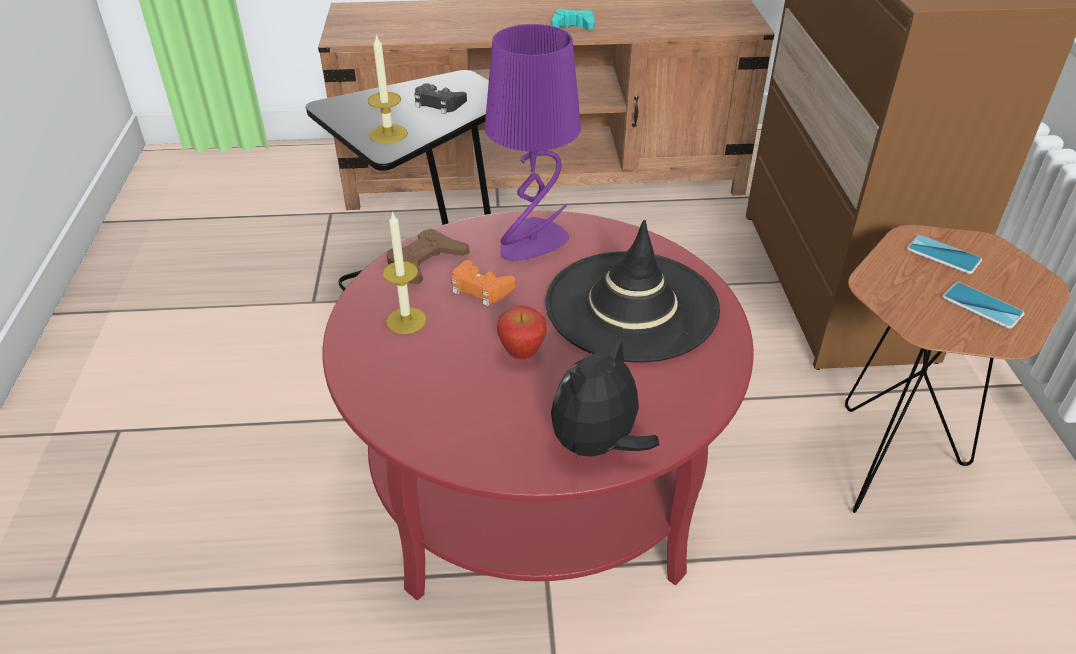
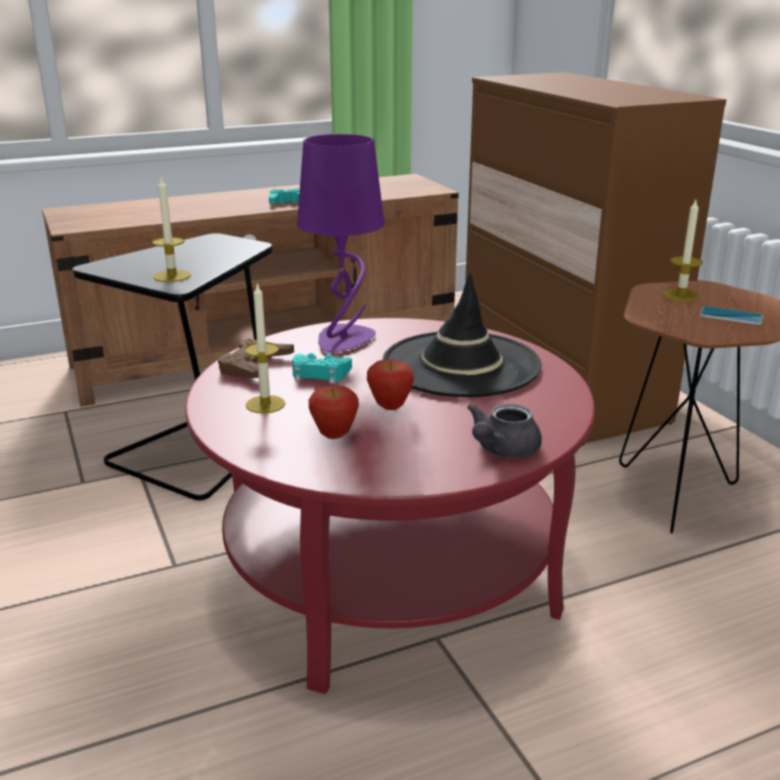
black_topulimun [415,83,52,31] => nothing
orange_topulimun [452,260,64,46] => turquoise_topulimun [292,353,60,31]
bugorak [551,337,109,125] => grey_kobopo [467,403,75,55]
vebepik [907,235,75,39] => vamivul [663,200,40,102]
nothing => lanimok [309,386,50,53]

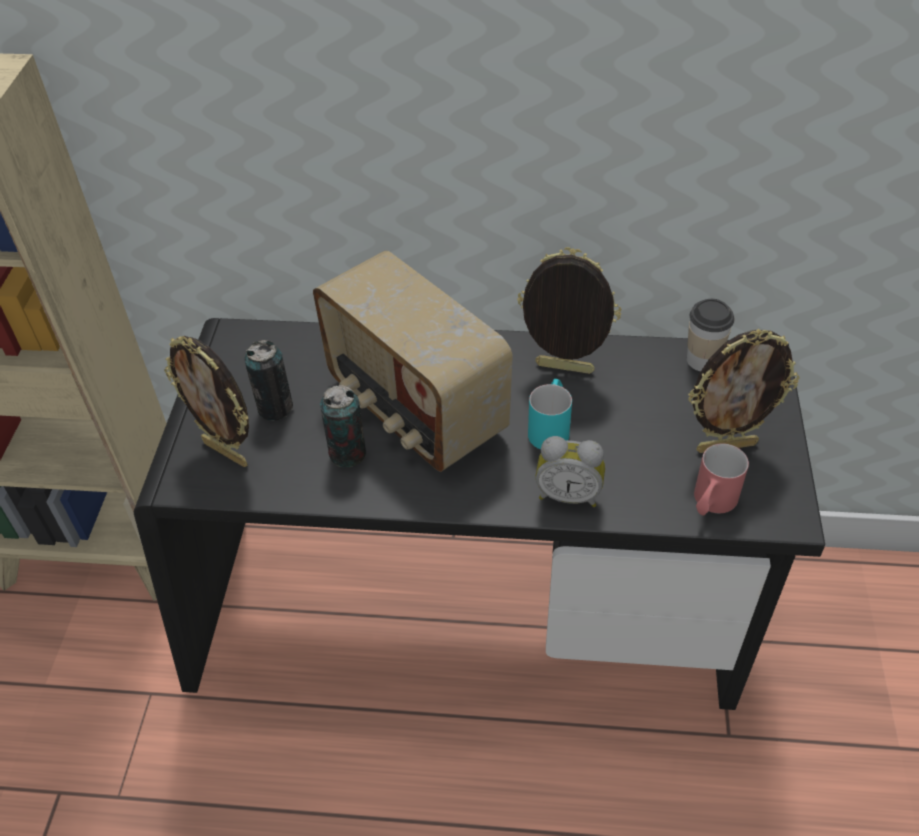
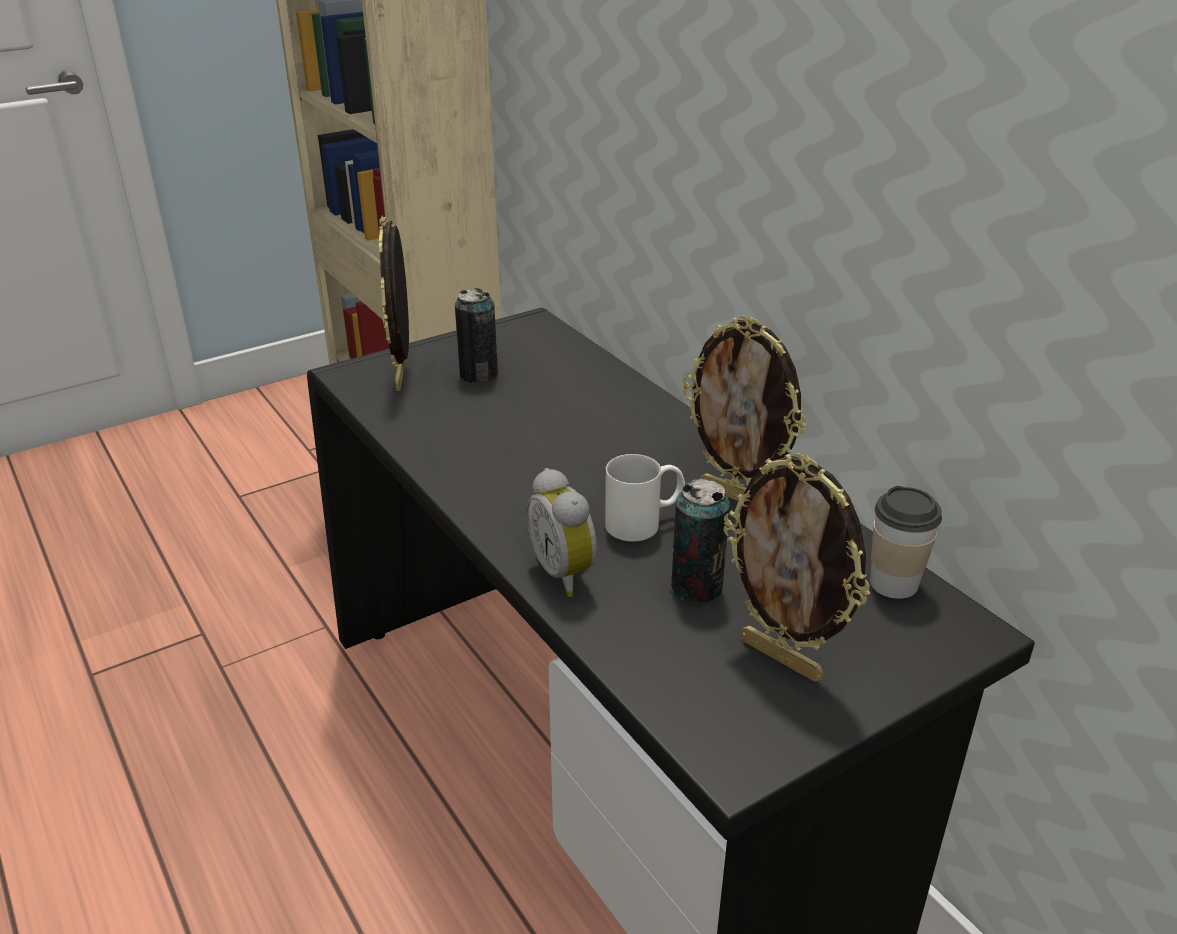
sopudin [313,251,200,221] => nothing
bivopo [320,385,46,82] => bivopo [671,479,59,124], moved
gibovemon [517,247,104,127] => gibovemon [683,315,123,186], 150 degrees clockwise
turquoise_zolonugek [528,379,44,70] => white_zolonugek [605,454,80,88]
red_zolonugek [694,443,55,73] => nothing

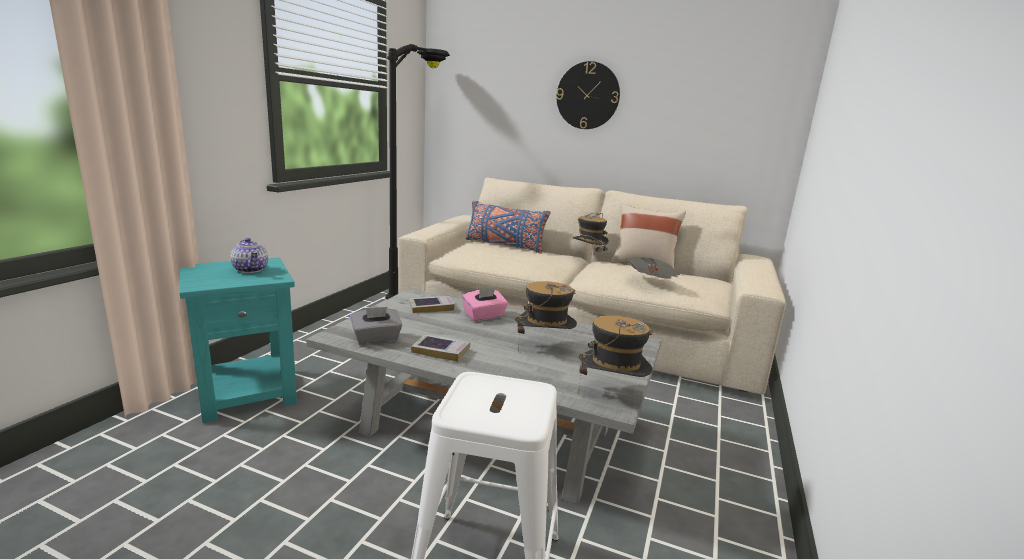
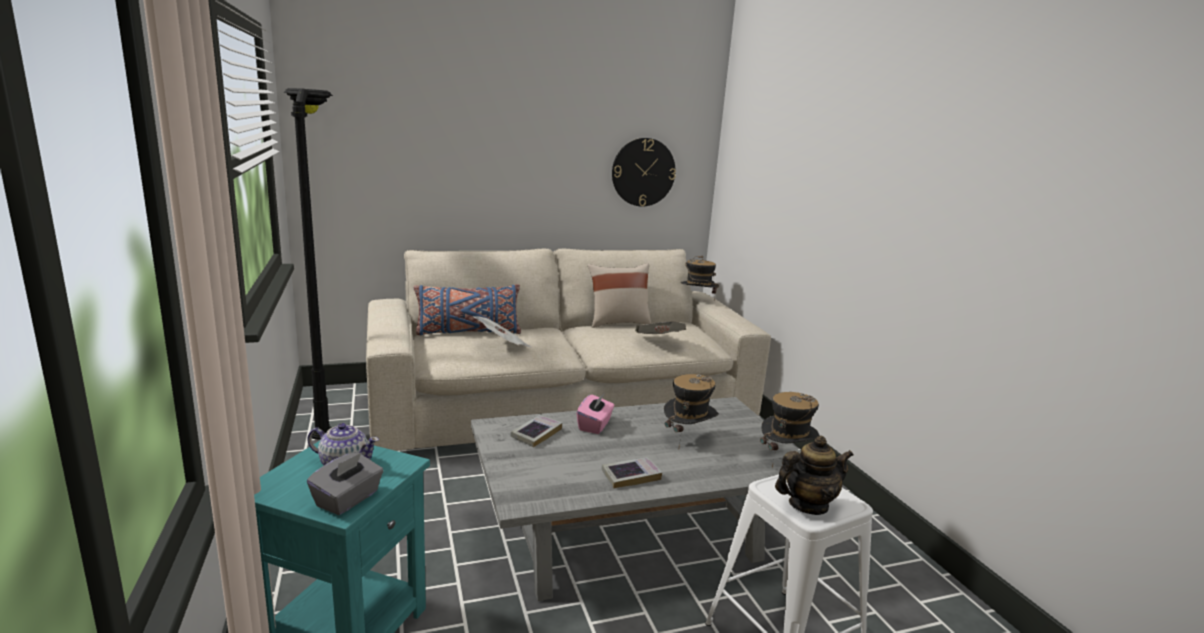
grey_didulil [350,307,52,38] => grey_didulil [307,452,76,63], moved
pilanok [556,61,64,68] => pilanok [612,138,64,69], moved
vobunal [573,213,36,47] => vobunal [681,255,38,45], moved
nothing => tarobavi [473,316,60,32]
nothing => kobopo [775,436,78,79]

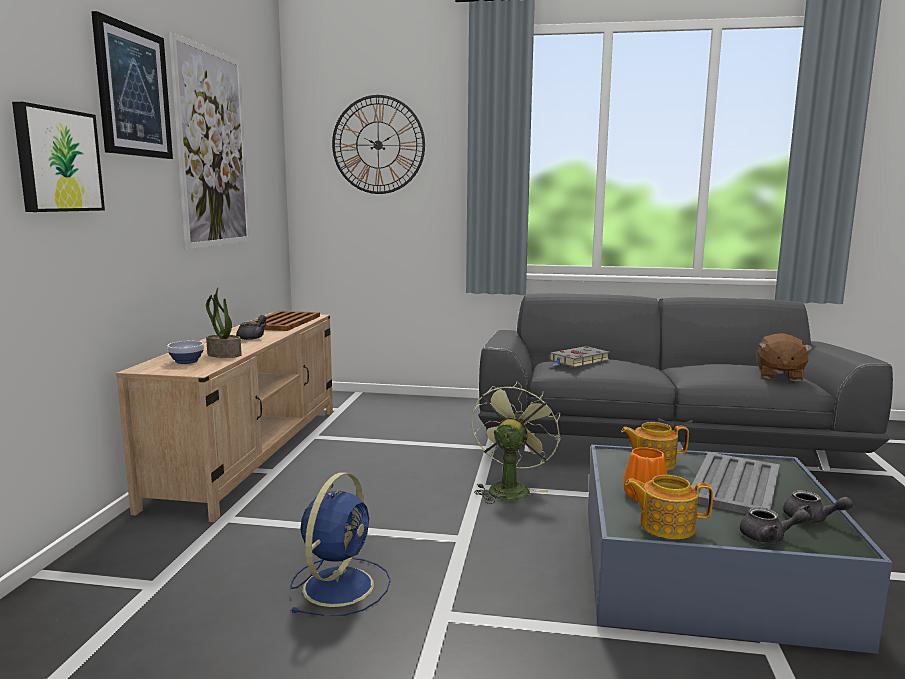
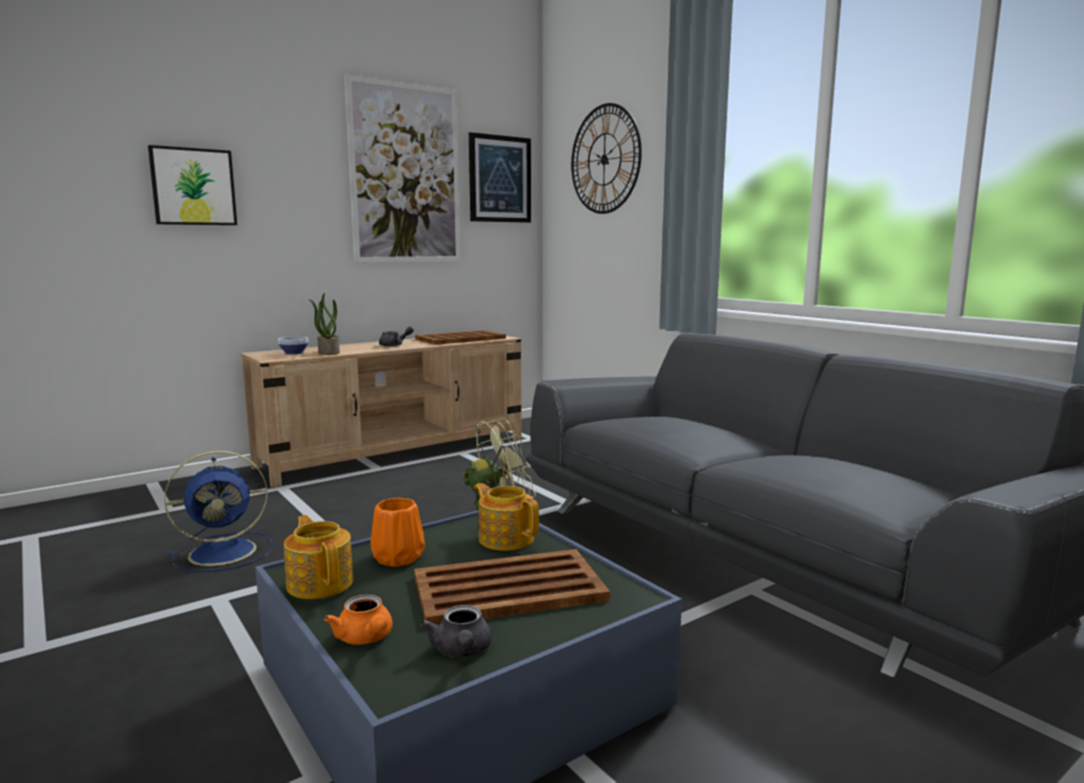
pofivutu [91,11,82,148] => pofivutu [469,132,62,91], moved
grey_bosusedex [549,346,61,21] => nothing
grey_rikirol [691,452,89,62] => brown_rikirol [414,549,196,76]
grey_kobopo [740,507,71,36] => orange_kobopo [324,595,69,50]
brown_bugorak [758,333,55,48] => nothing

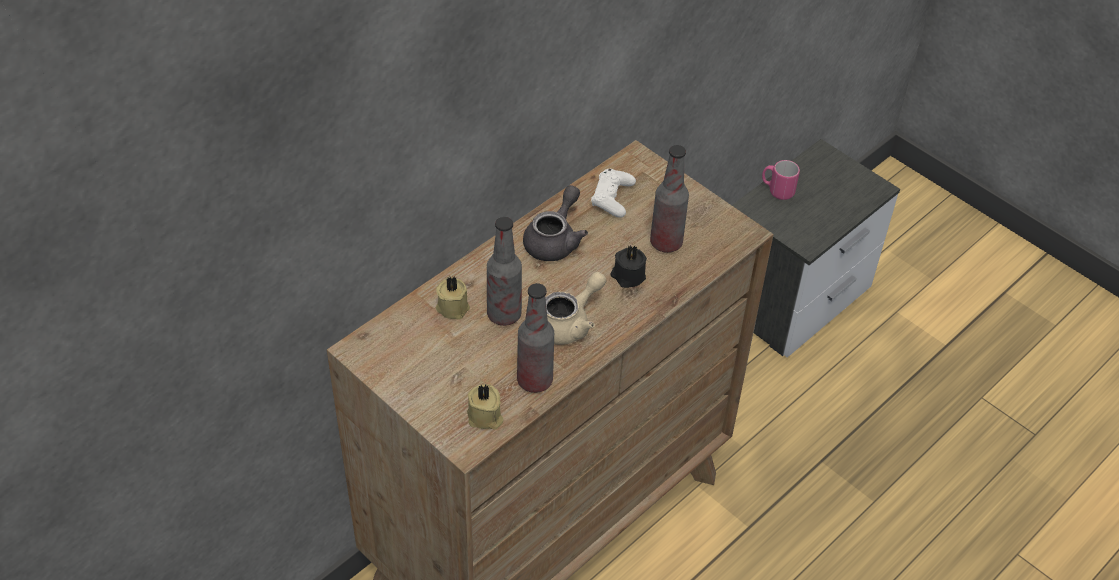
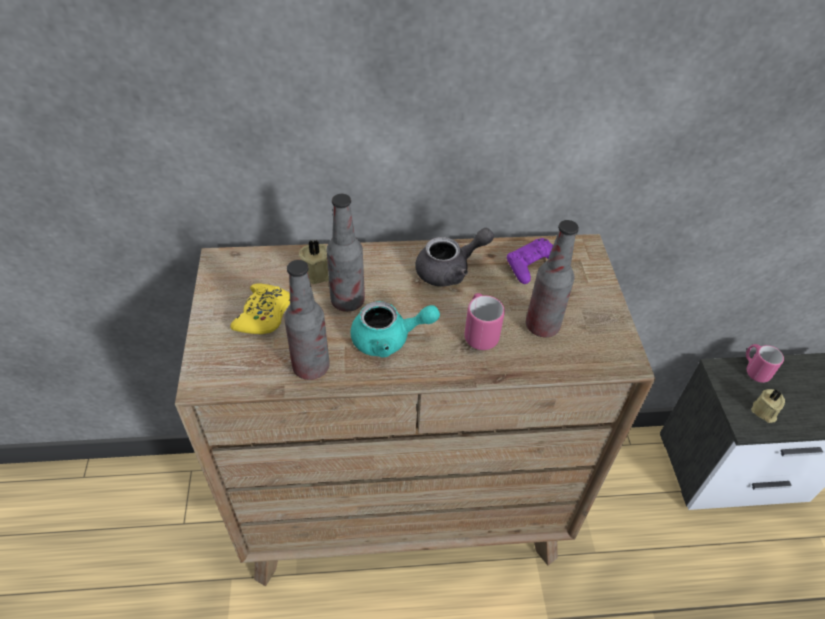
beige_vamivul [467,384,36,46] => beige_vamivul [751,389,34,34], moved
beige_kobopo [545,272,61,73] => turquoise_kobopo [351,301,89,56]
white_topulimun [591,169,45,49] => purple_topulimun [507,238,46,46]
black_vamivul [611,245,36,43] => pink_zolonugek [464,293,41,57]
nothing => yellow_topulimun [230,284,60,50]

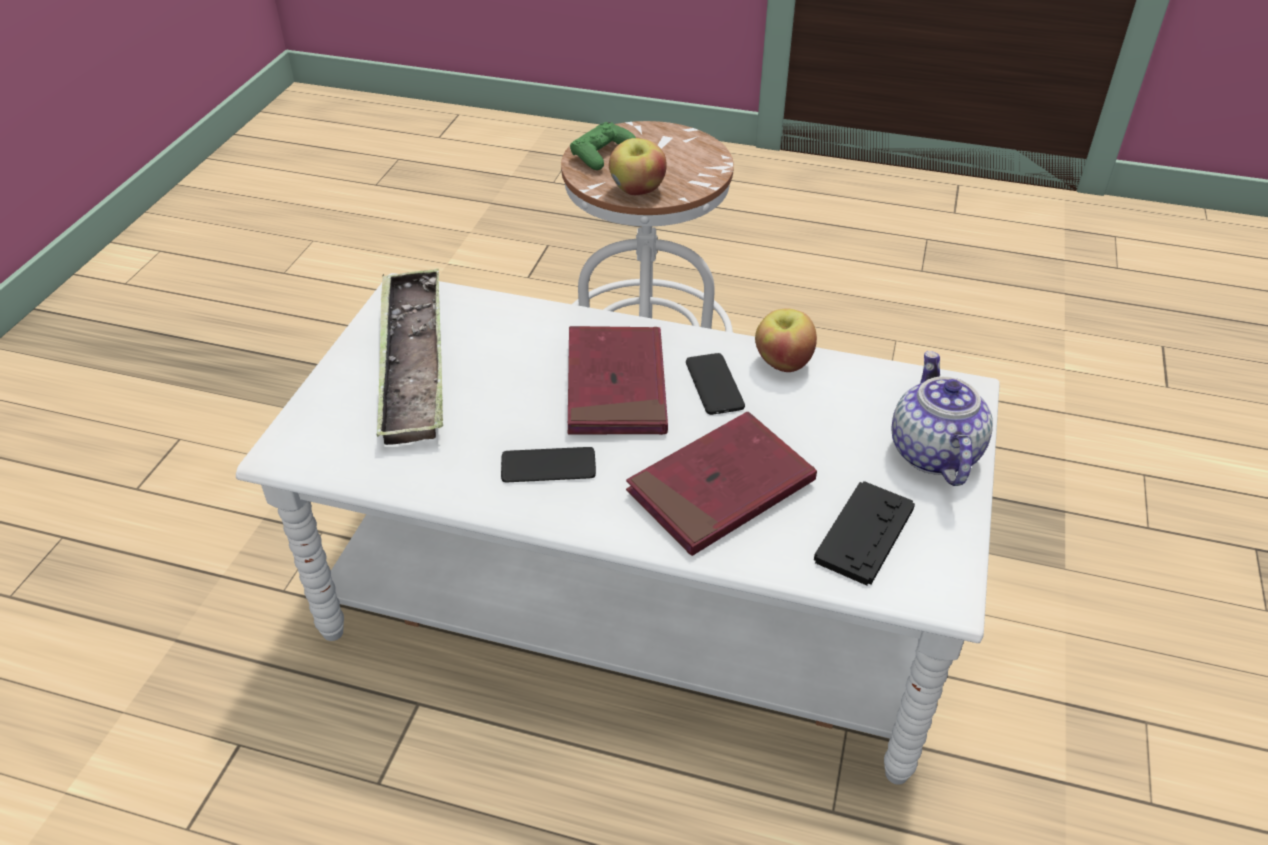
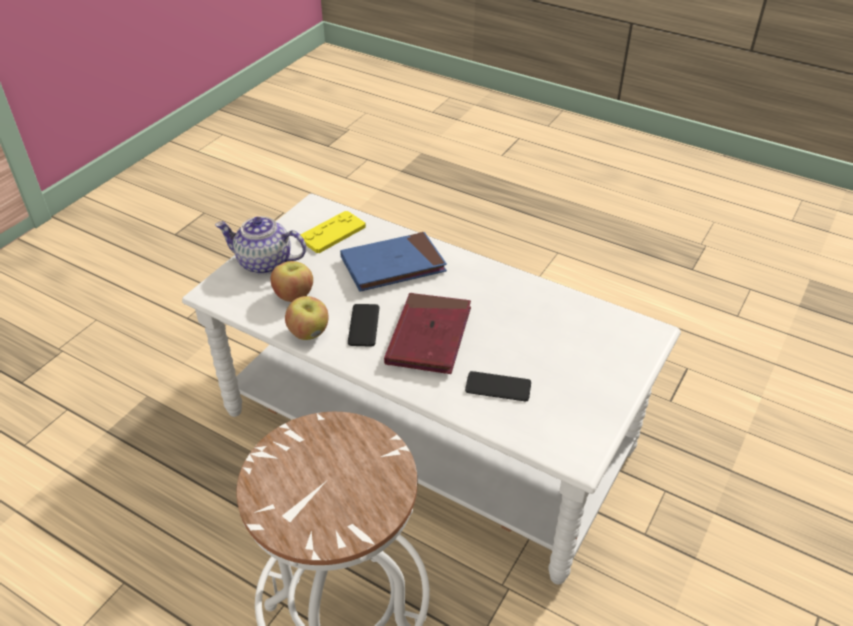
rikirol [377,269,66,176] => nothing
vebepik [501,447,95,35] => vebepik [465,371,66,30], moved
green_topulimun [570,122,66,48] => nothing
lanimok [609,138,58,57] => lanimok [271,261,42,41], moved
red_bosusedex [626,412,191,144] => blue_bosusedex [340,232,107,60]
black_topulimun [814,481,101,105] => yellow_topulimun [300,211,66,42]
kobopo [892,351,101,135] => kobopo [215,216,91,58], 90 degrees clockwise

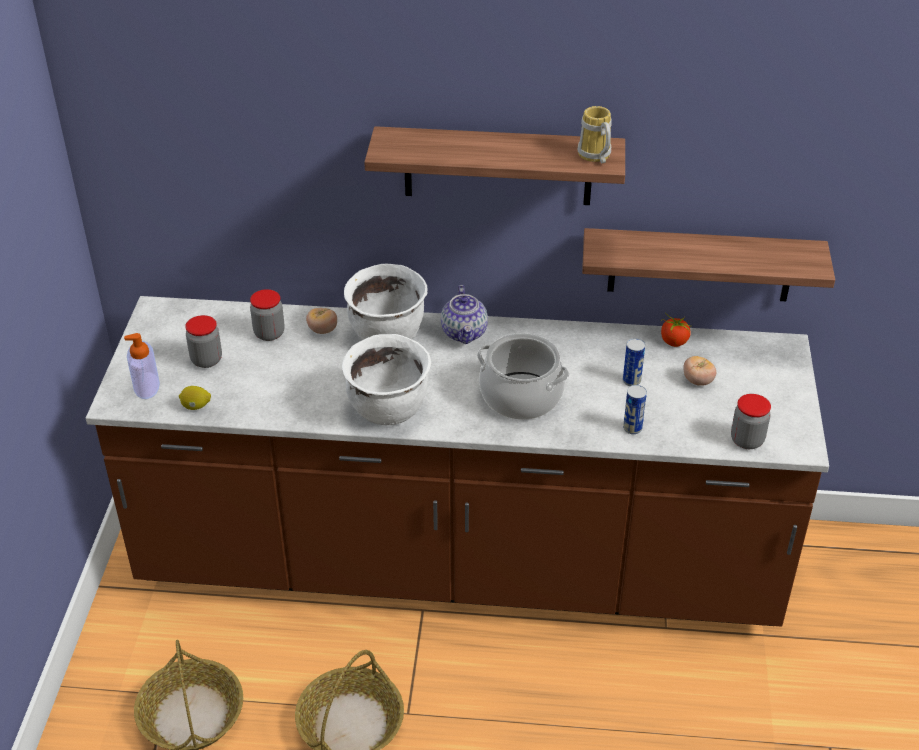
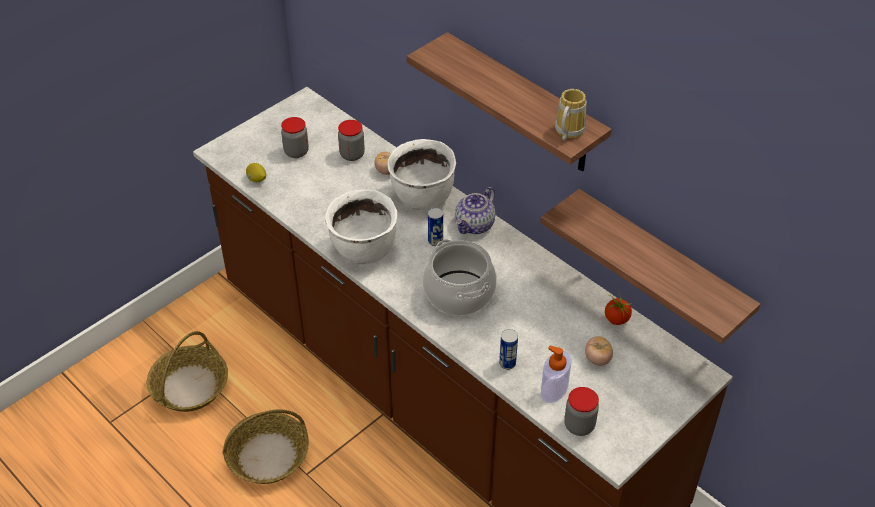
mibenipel [124,333,36,66] => mibenipel [541,346,30,57], moved
bivopo [623,339,22,47] => bivopo [428,208,15,38], moved

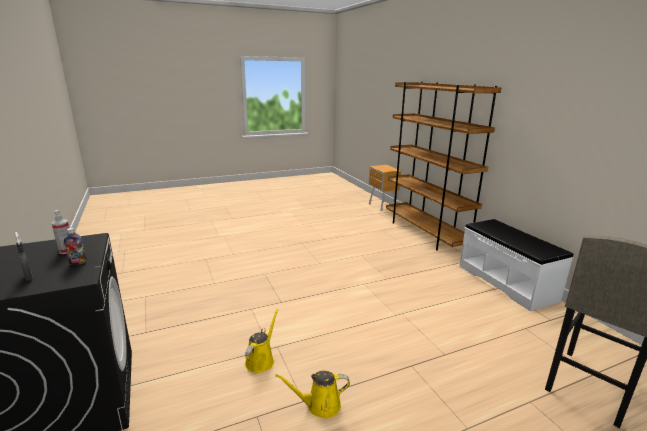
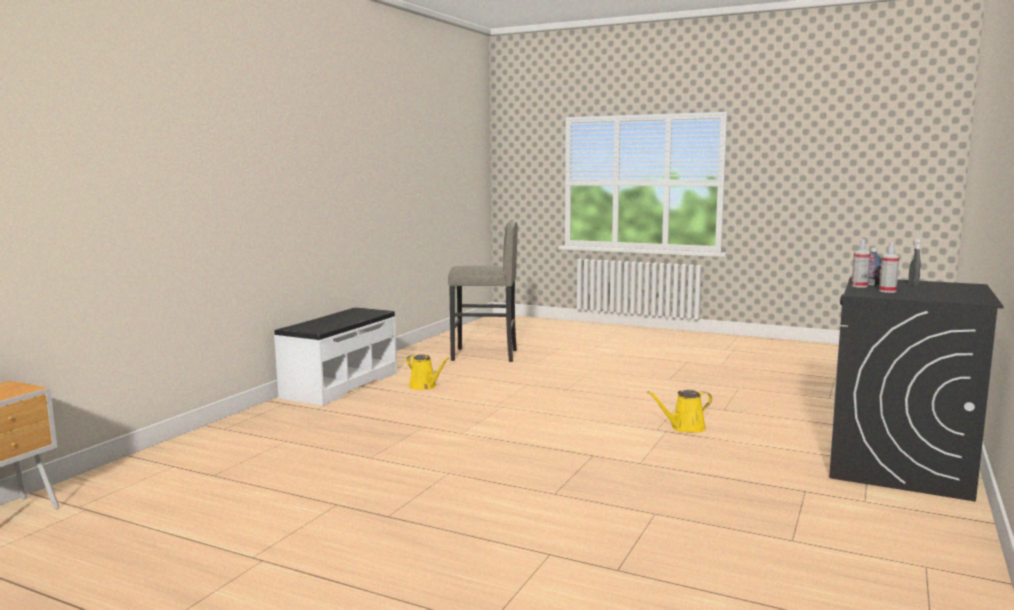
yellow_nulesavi [275,371,75,48] => yellow_nulesavi [407,354,42,36], moved
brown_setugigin [386,82,115,169] => nothing
nothing => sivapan [851,239,19,49]

